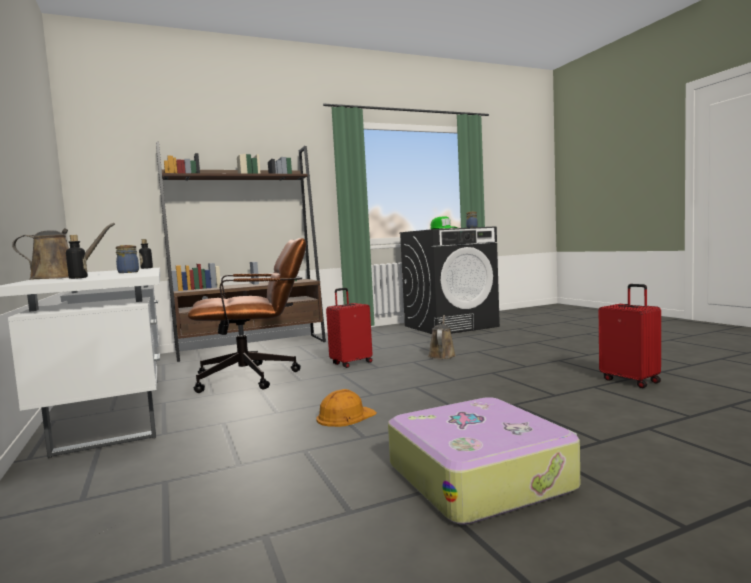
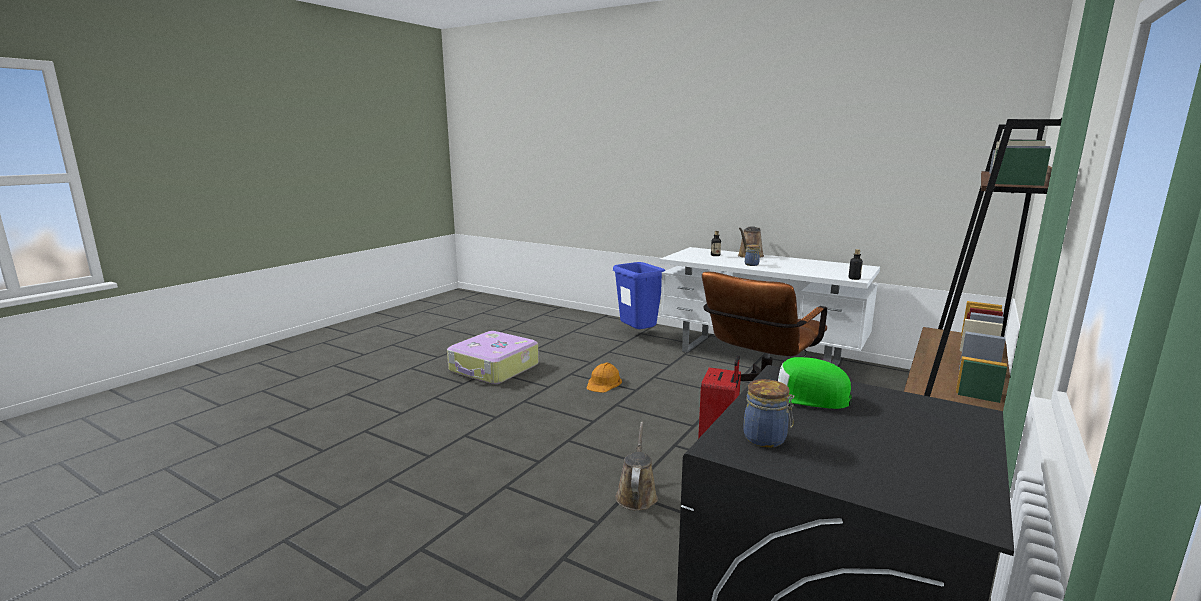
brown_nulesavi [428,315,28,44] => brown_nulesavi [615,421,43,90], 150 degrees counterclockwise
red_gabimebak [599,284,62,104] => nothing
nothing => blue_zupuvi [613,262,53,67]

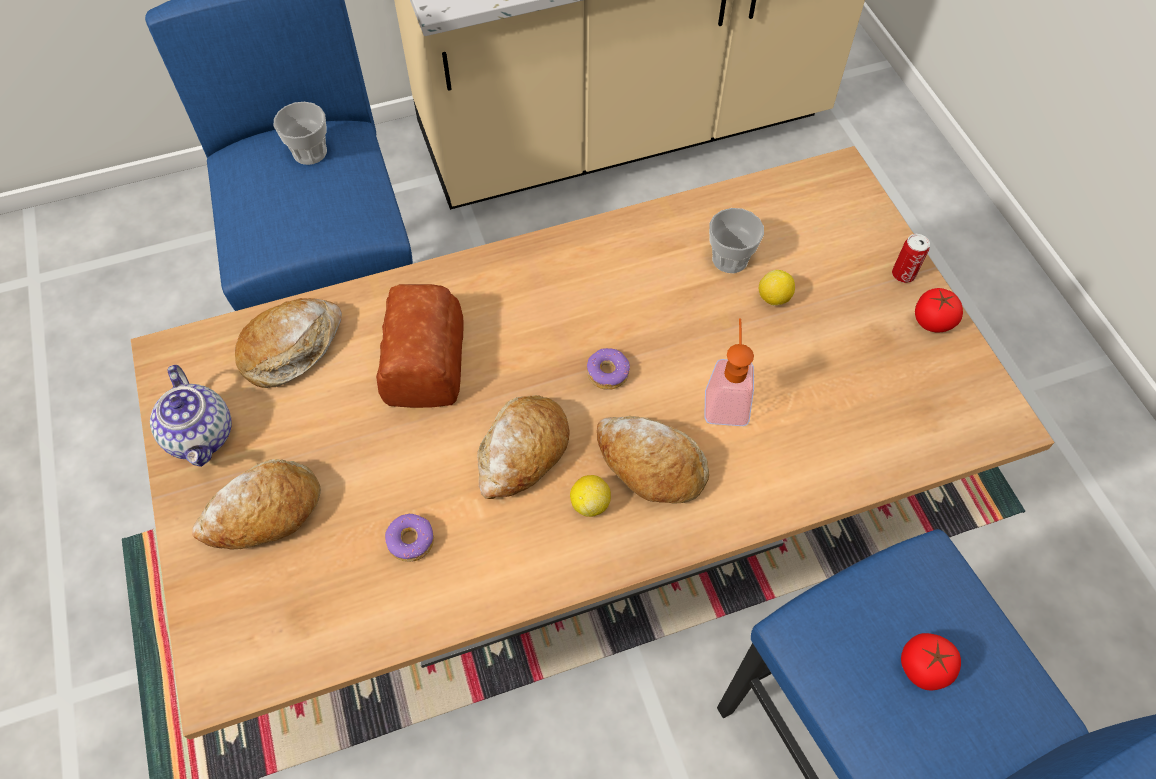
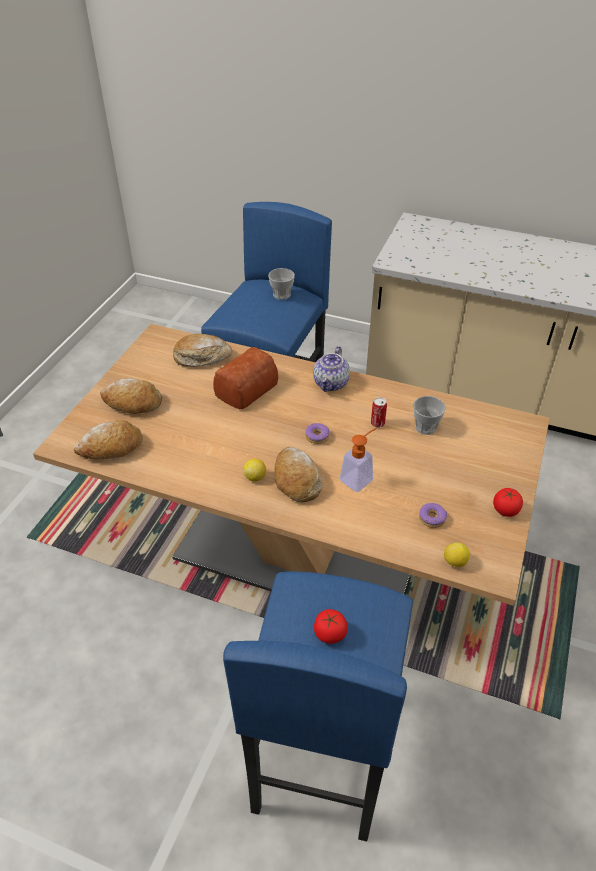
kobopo [150,365,82,102] => kobopo [313,346,37,46], moved
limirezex [385,514,49,48] => limirezex [419,503,28,25], moved
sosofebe [477,395,92,104] => sosofebe [74,420,69,40], moved
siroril [759,270,36,36] => siroril [444,542,26,25], moved
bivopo [892,234,38,49] => bivopo [371,397,16,31], moved

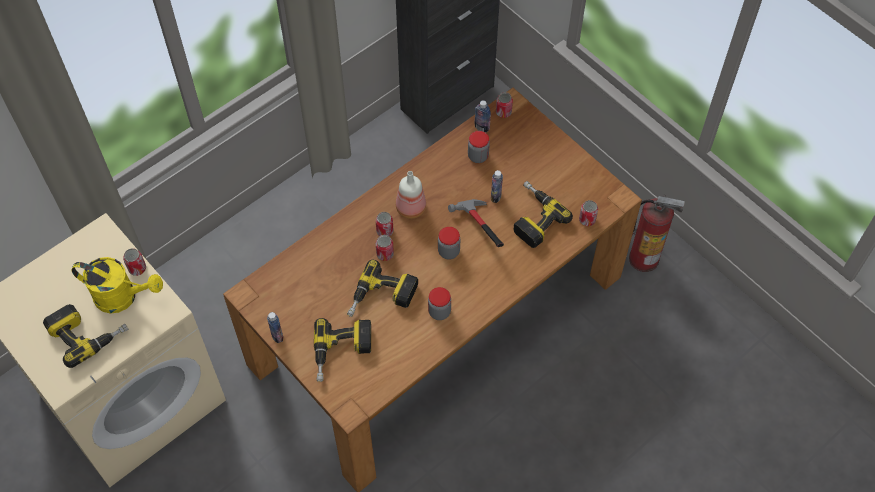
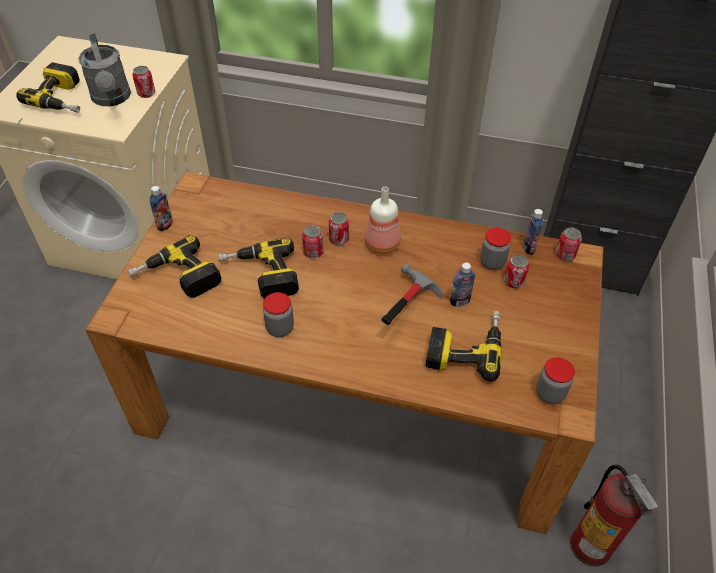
yellow_nulesavi [72,257,91,57] => grey_nulesavi [78,33,53,73]
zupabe [438,227,22,33] => zupabe [536,357,39,47], moved
bivopo [579,200,19,26] => bivopo [504,254,26,35], moved

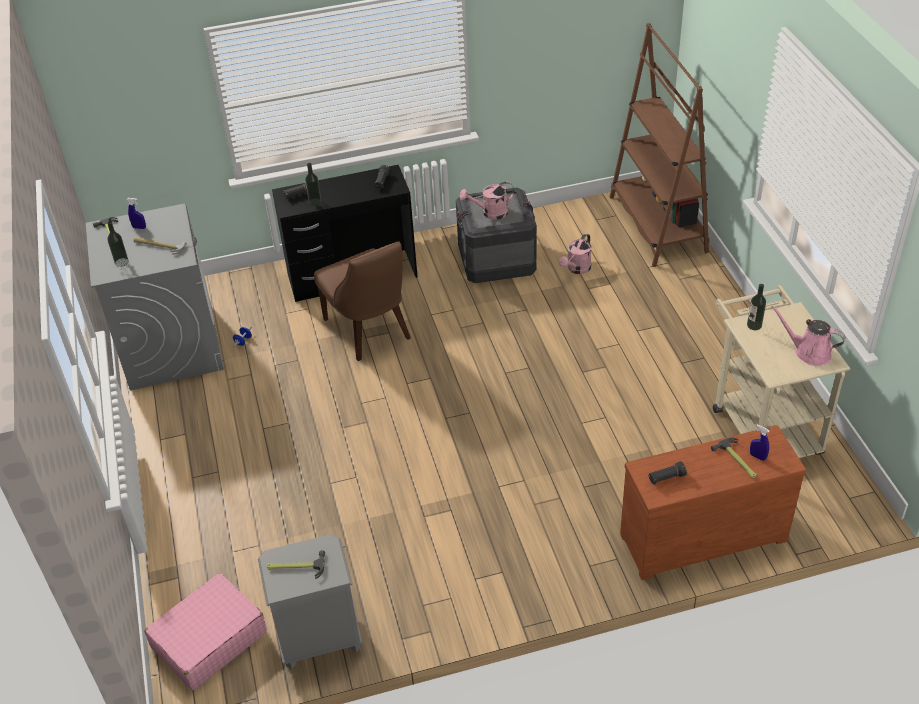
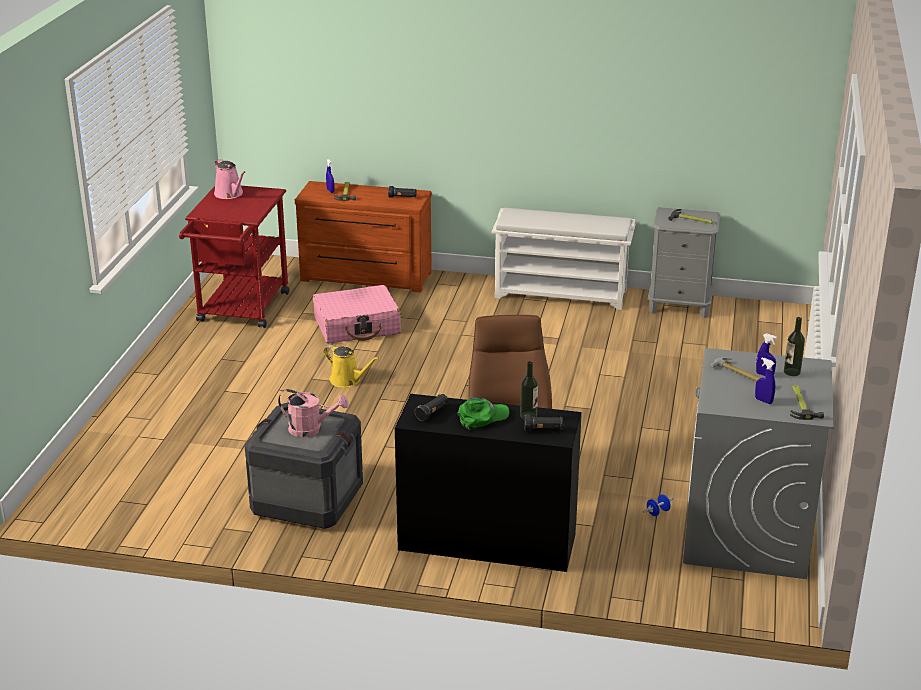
pink_gabimebak [145,573,122,117] => pink_gabimebak [313,285,88,58], moved
pink_nulesavi [559,233,33,41] => nothing
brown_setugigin [610,23,100,244] => nothing
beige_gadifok [713,285,137,173] => red_gadifok [179,186,110,142]
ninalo [747,284,19,46] => nothing
nothing => yellow_nulesavi [324,345,55,43]
nothing => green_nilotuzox [457,398,53,32]
nothing => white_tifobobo [492,208,143,102]
nothing => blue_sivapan [756,333,21,43]

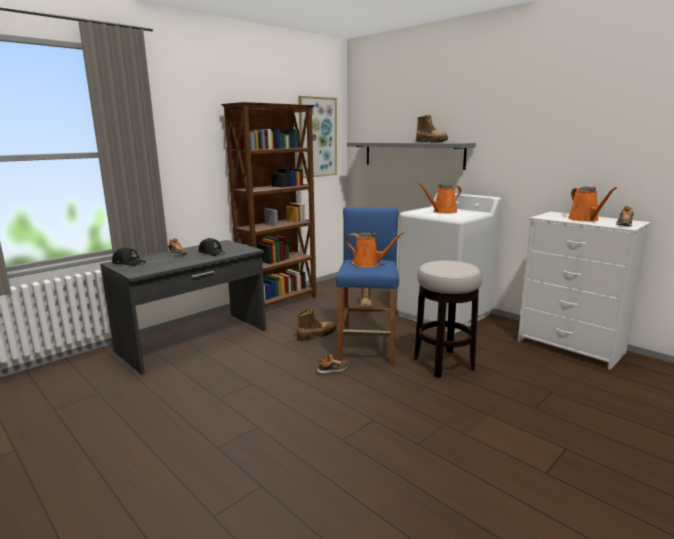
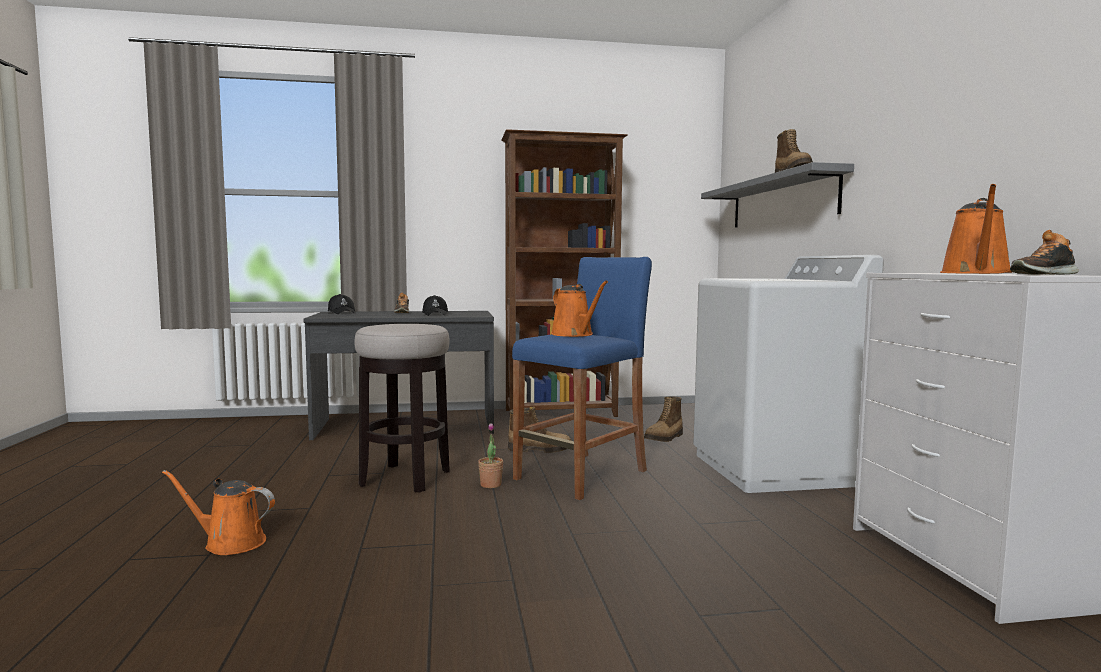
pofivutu [298,96,39,82] => nothing
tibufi [317,354,32,20] => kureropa [478,423,25,65]
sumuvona [414,261,68,117] => sumuvona [354,324,96,169], moved
orange_nulesavi [418,183,43,30] => orange_nulesavi [162,470,113,85], moved

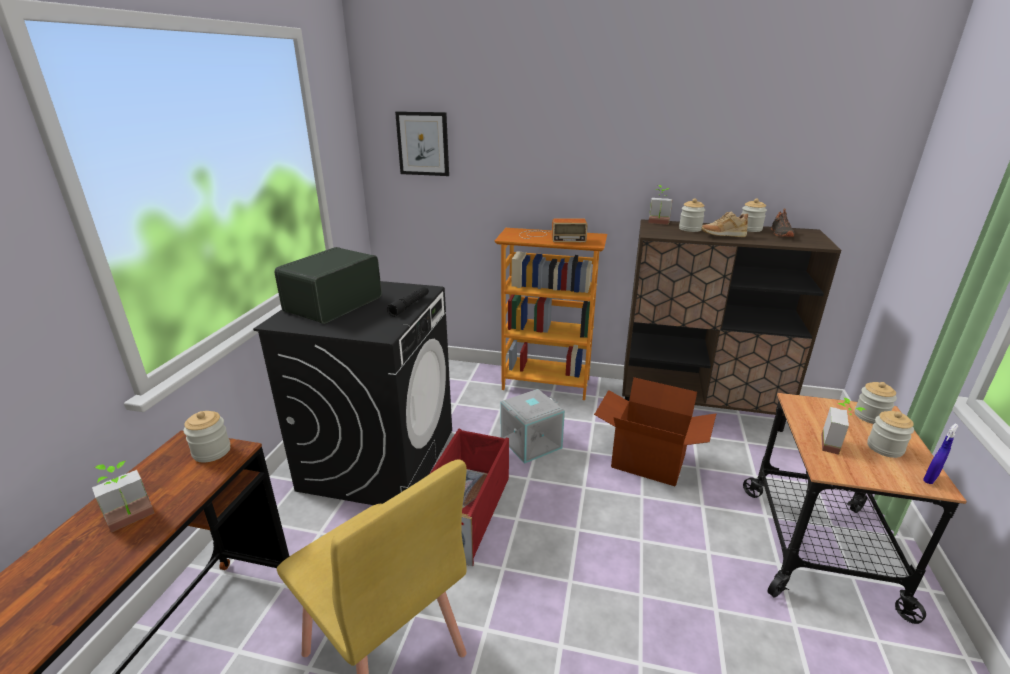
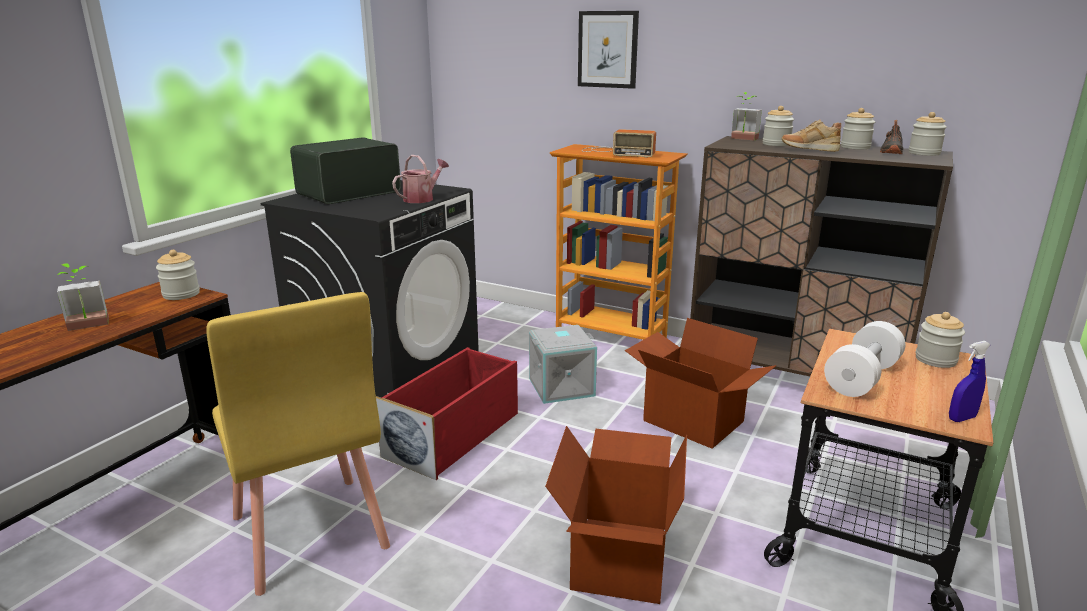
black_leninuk [387,287,42,30] => nulesavi [392,155,57,48]
pofivutu [395,111,54,65] => pofivutu [578,11,61,78], moved
kureropa [821,398,45,57] => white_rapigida [824,321,81,76]
zupabe [867,411,47,47] => zupabe [909,112,38,44], moved
nothing => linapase [545,426,142,178]

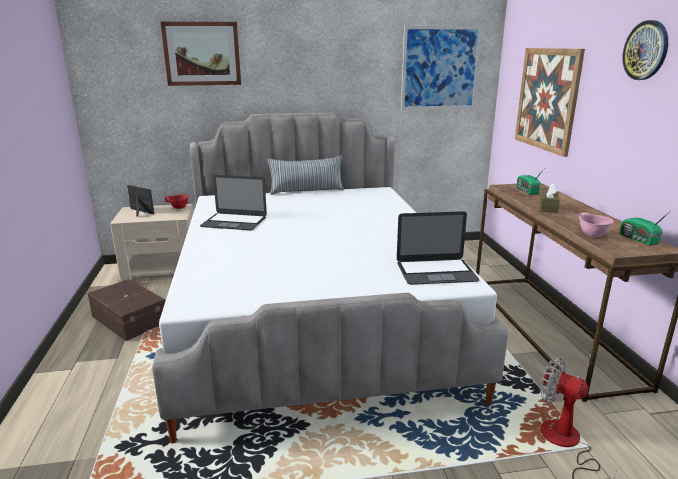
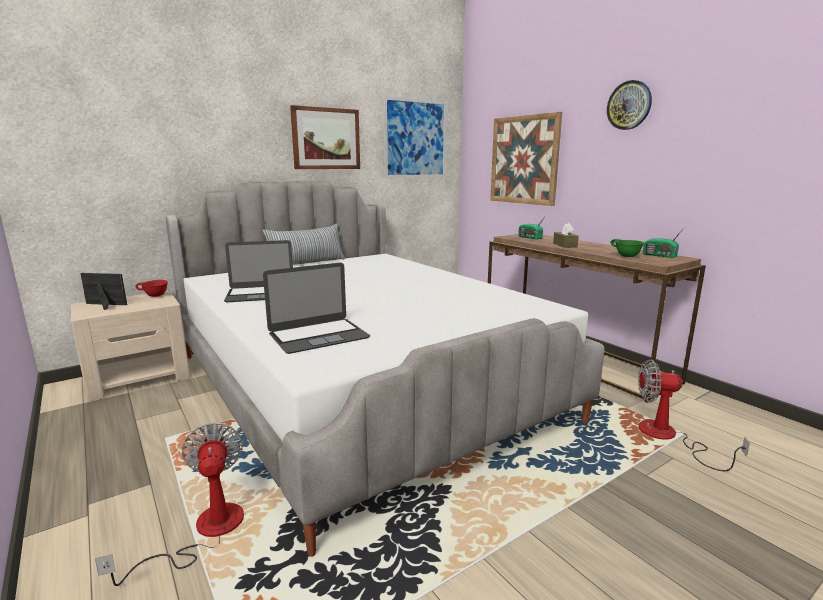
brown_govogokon [88,279,77,62] => nothing
pofivutu [160,22,81,64] => pofivutu [290,105,70,64], moved
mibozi [397,211,82,74] => mibozi [263,263,107,91], moved
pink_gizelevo [579,213,35,24] => green_gizelevo [611,239,33,18]
nothing => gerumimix [95,423,149,163]

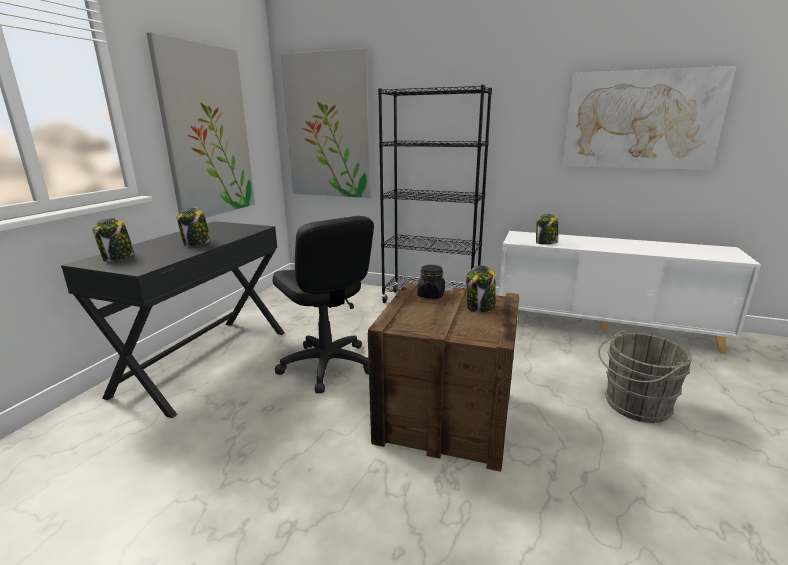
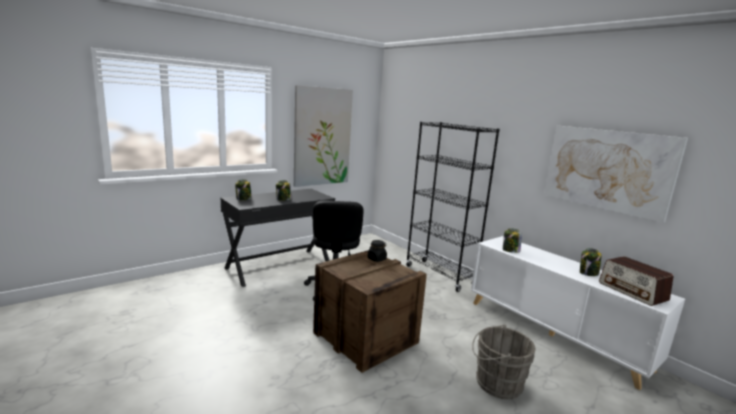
pofivutu [281,48,90,150] => nothing
zupabe [466,266,30,47] => zupabe [580,248,22,28], moved
nothing => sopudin [599,256,74,50]

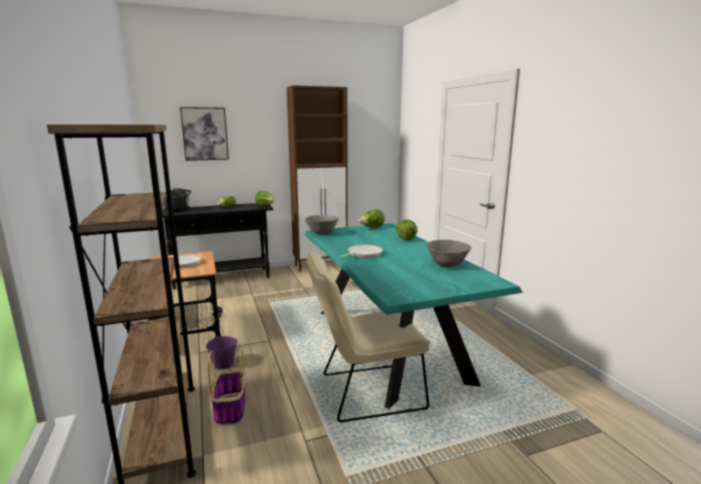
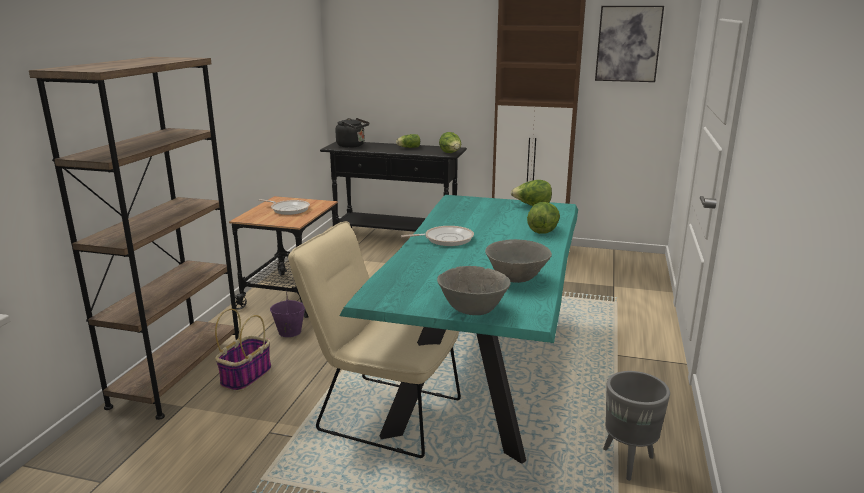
pofivutu [180,107,49,54] => pofivutu [595,6,69,76], moved
grey_gizelevo [305,215,34,20] => grey_gizelevo [437,266,74,49], moved
nothing => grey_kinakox [603,371,67,110]

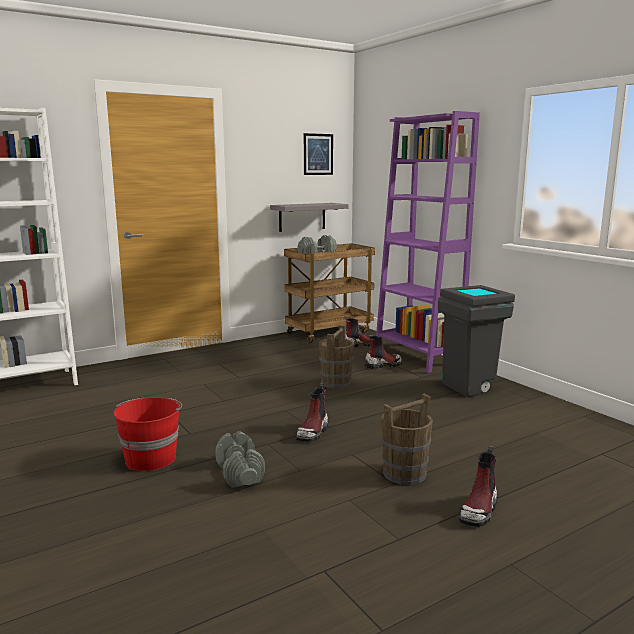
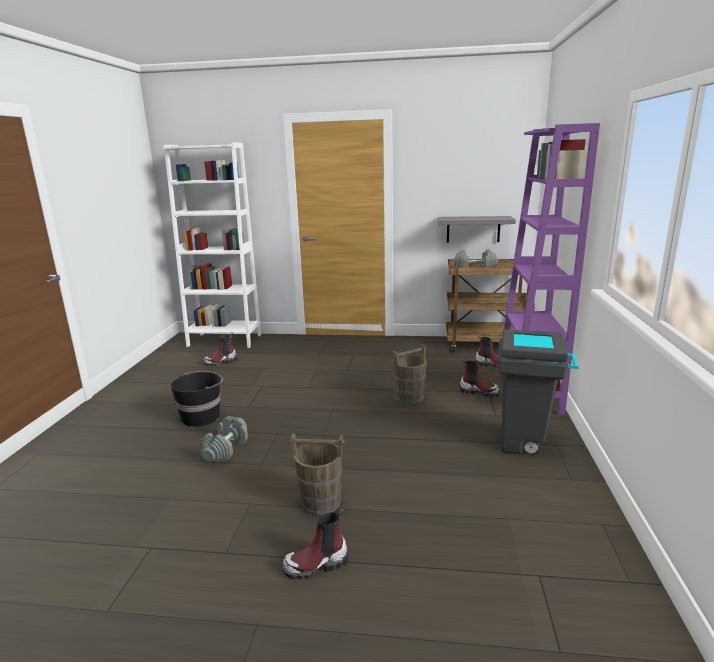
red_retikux [113,397,69,74] => black_retikux [171,371,52,56]
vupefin [296,383,33,59] => vupefin [203,332,34,34], moved
pofivutu [304,133,29,42] => nothing

